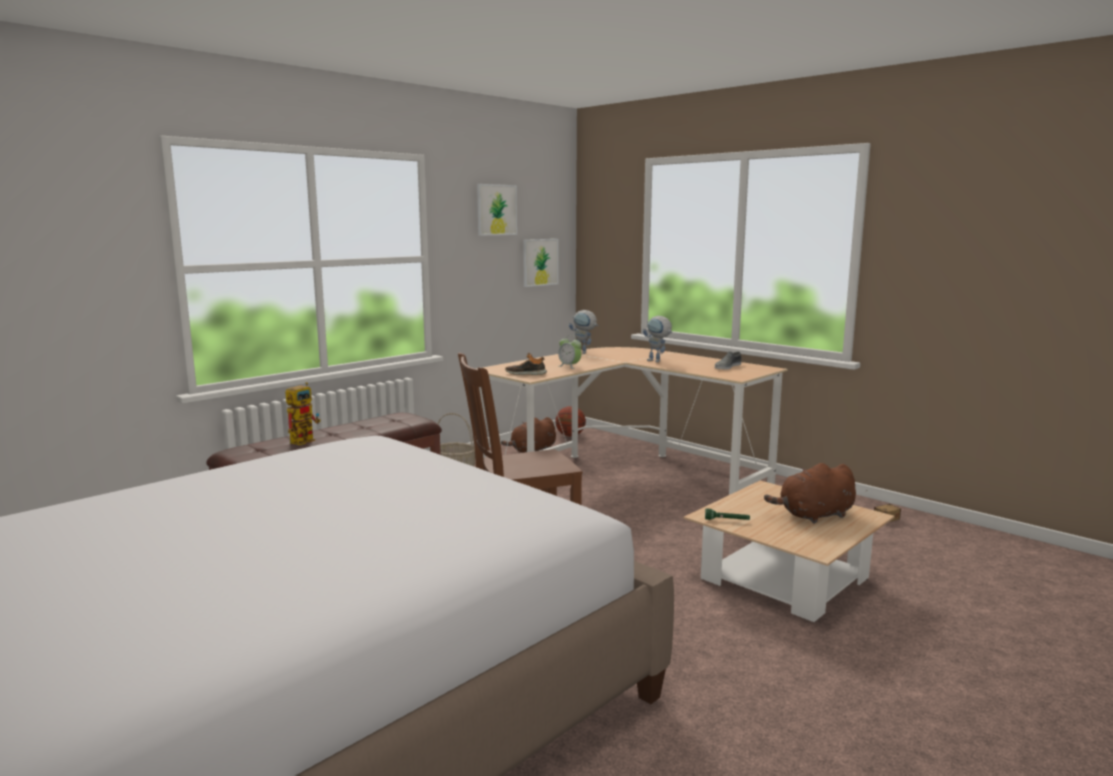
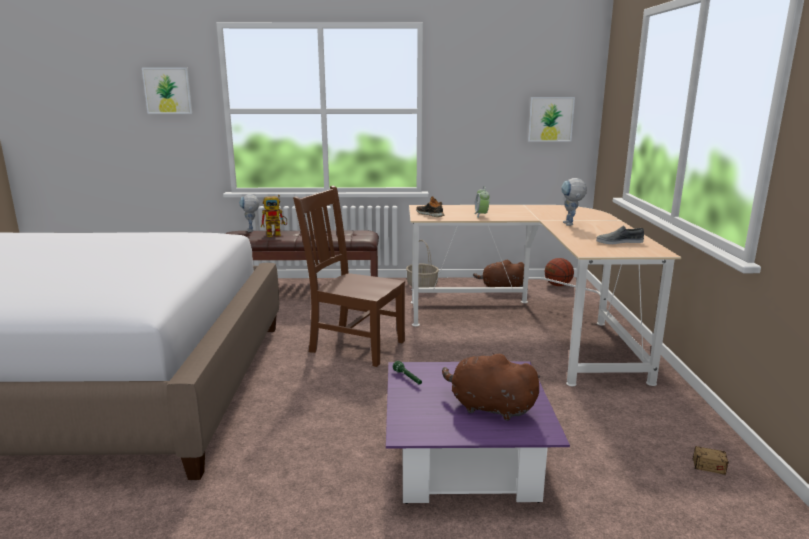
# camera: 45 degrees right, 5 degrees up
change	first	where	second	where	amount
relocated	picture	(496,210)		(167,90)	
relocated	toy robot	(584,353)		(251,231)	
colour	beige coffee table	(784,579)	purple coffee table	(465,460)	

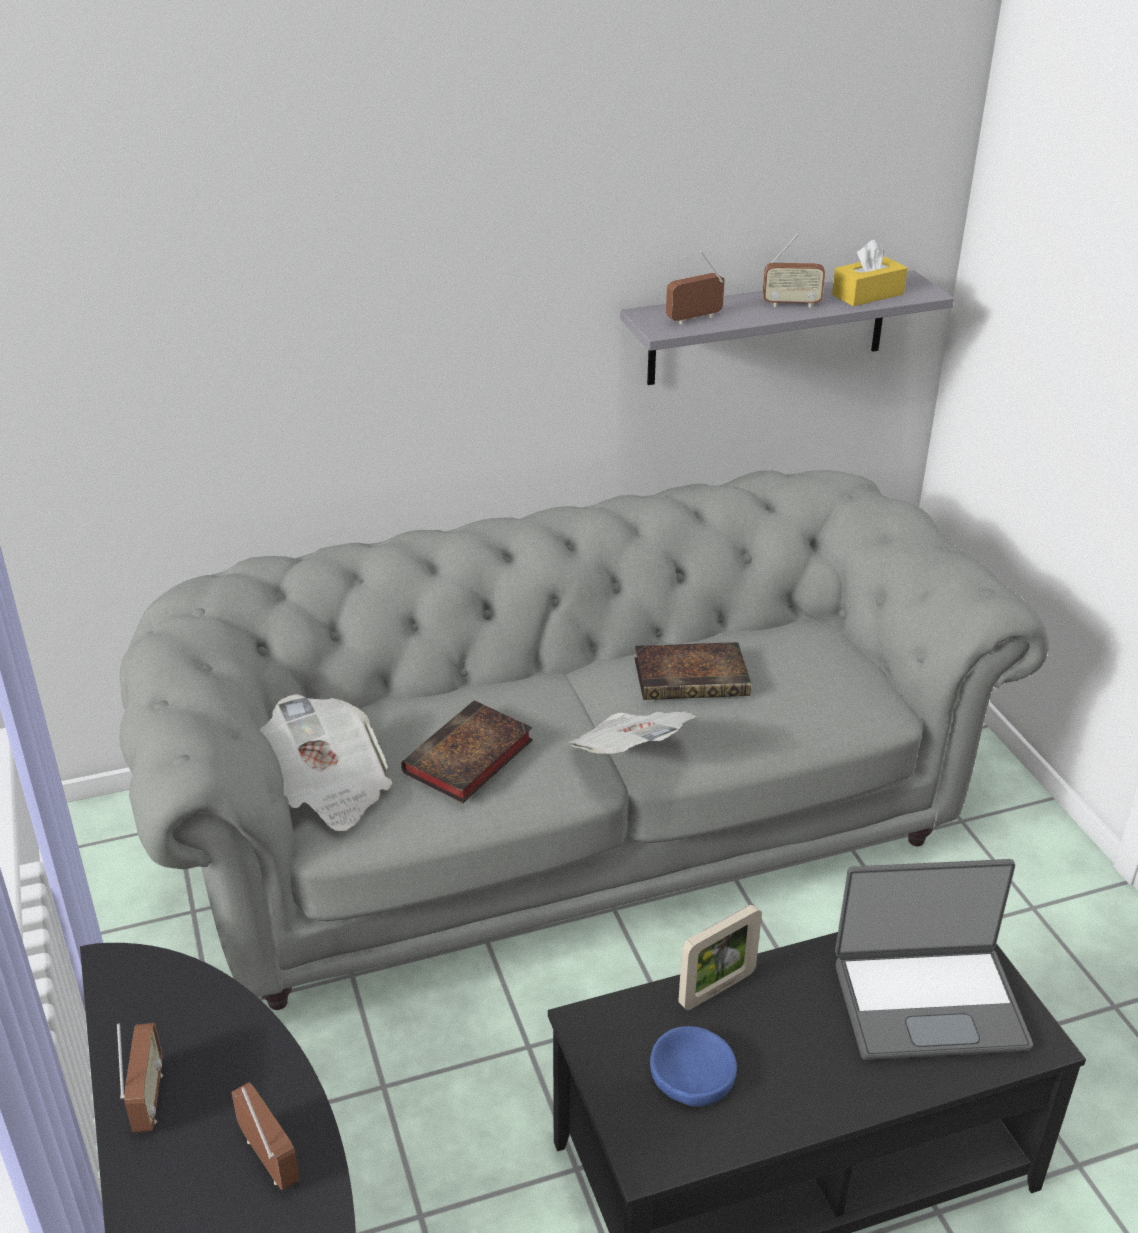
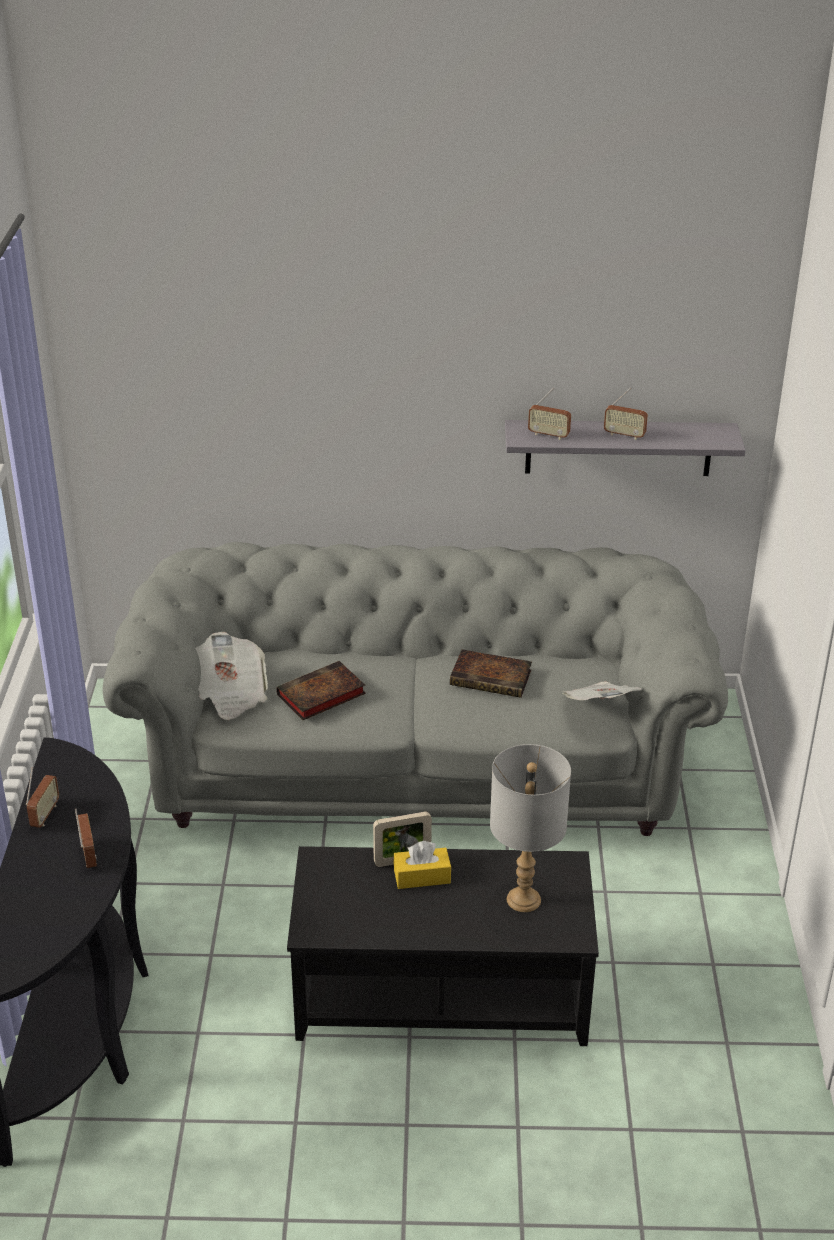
# camera: 20 degrees right, 0 degrees up
change	first	where	second	where	amount
relocated	newspaper	(629,755)		(600,708)	
missing	blue bowl	(692,1075)			
spun	radio	(694,319)		(548,435)	150 degrees counterclockwise
relocated	yellow tissue box	(867,294)		(422,876)	
exchanged	laptop	(928,1002)	grey table lamp	(524,899)	

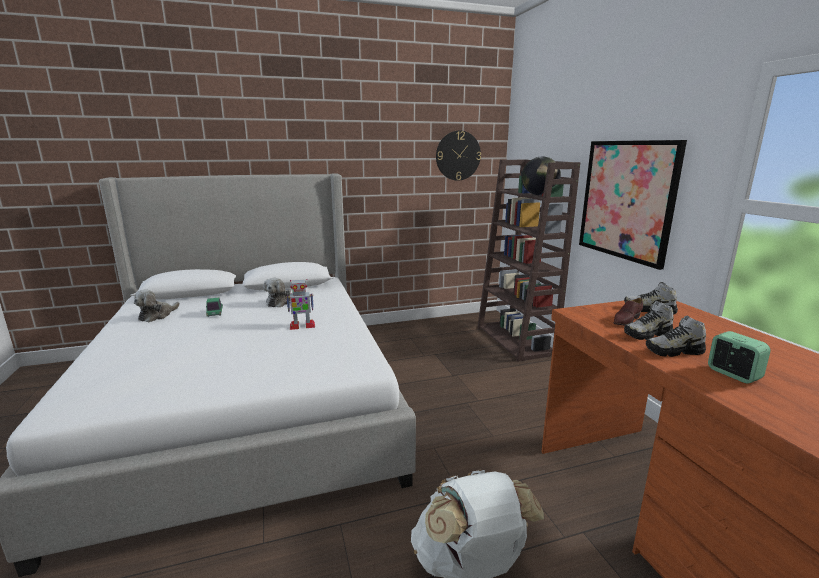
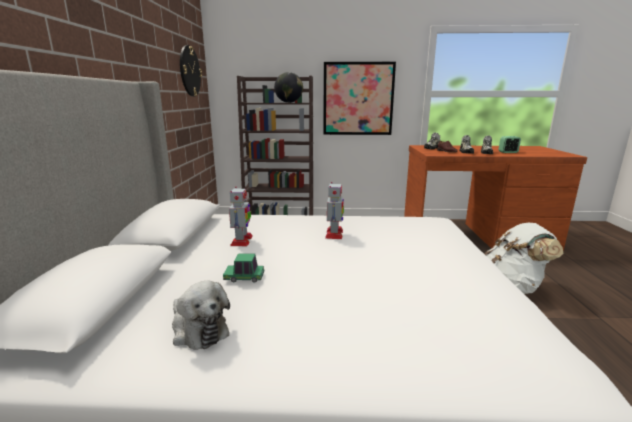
# camera: 70 degrees left, 0 degrees up
change	first	where	second	where	amount
exchanged	plush toy	(279,302)	toy robot	(241,241)	

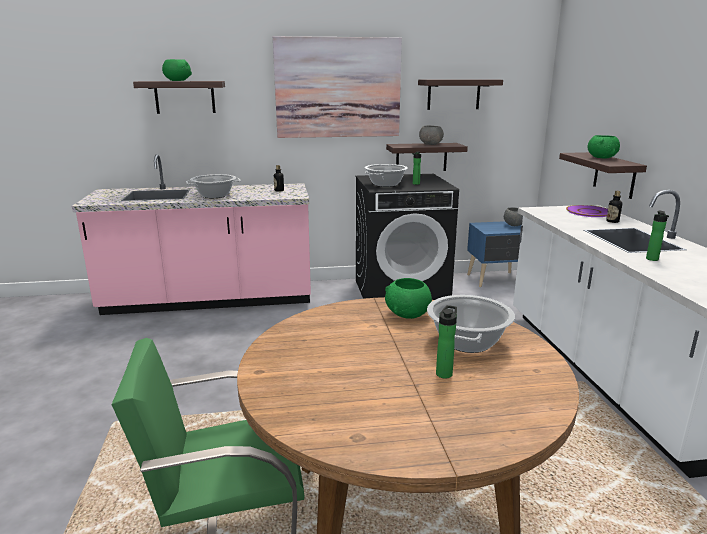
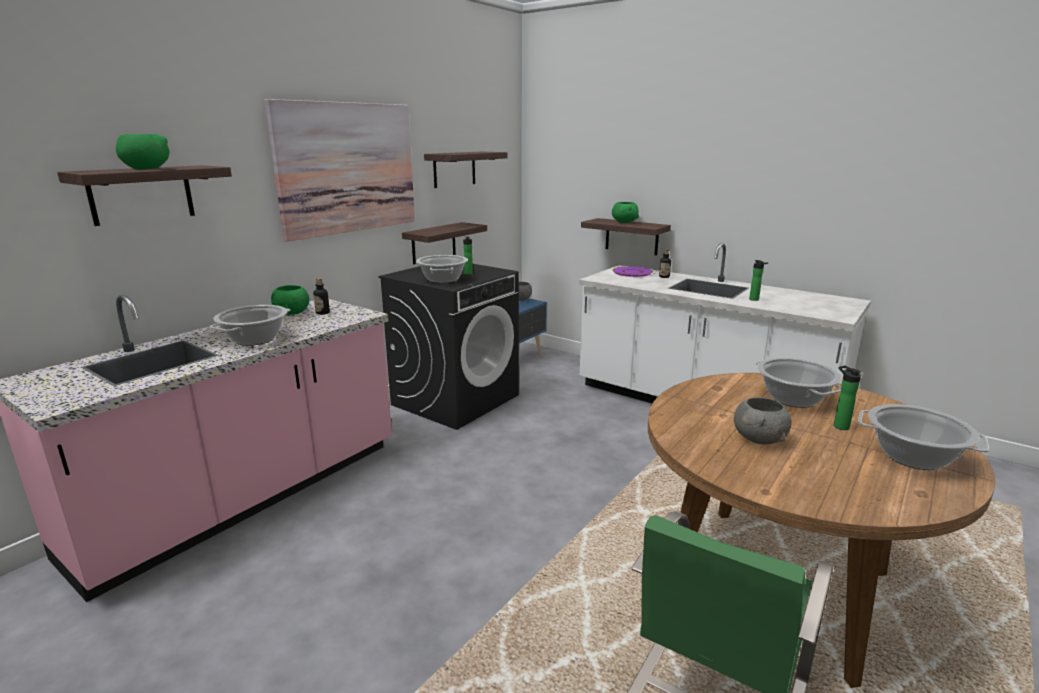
# camera: 45 degrees left, 0 degrees up
change	first	where	second	where	amount
relocated	green bowl	(408,314)		(292,313)	
relocated	grey bowl	(431,144)		(759,439)	
appeared			cooking pot	(912,457)	

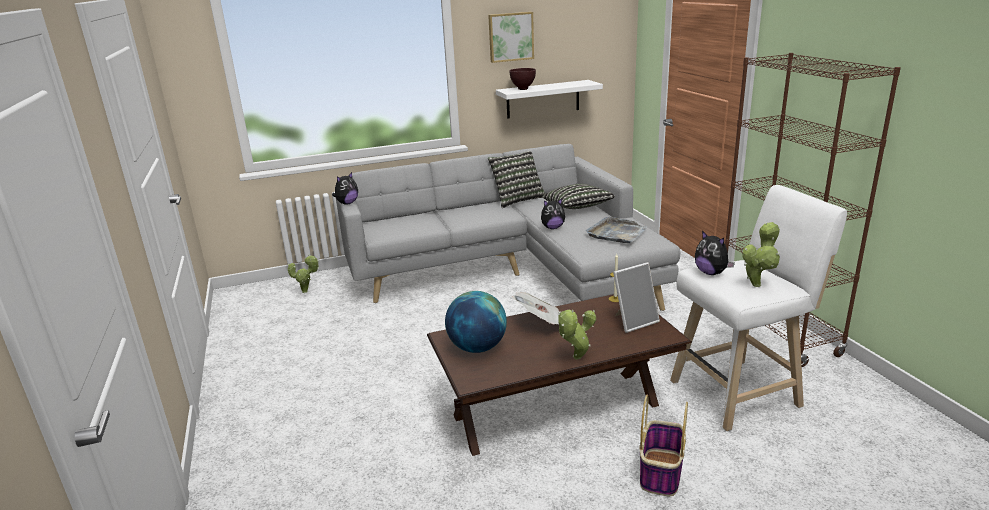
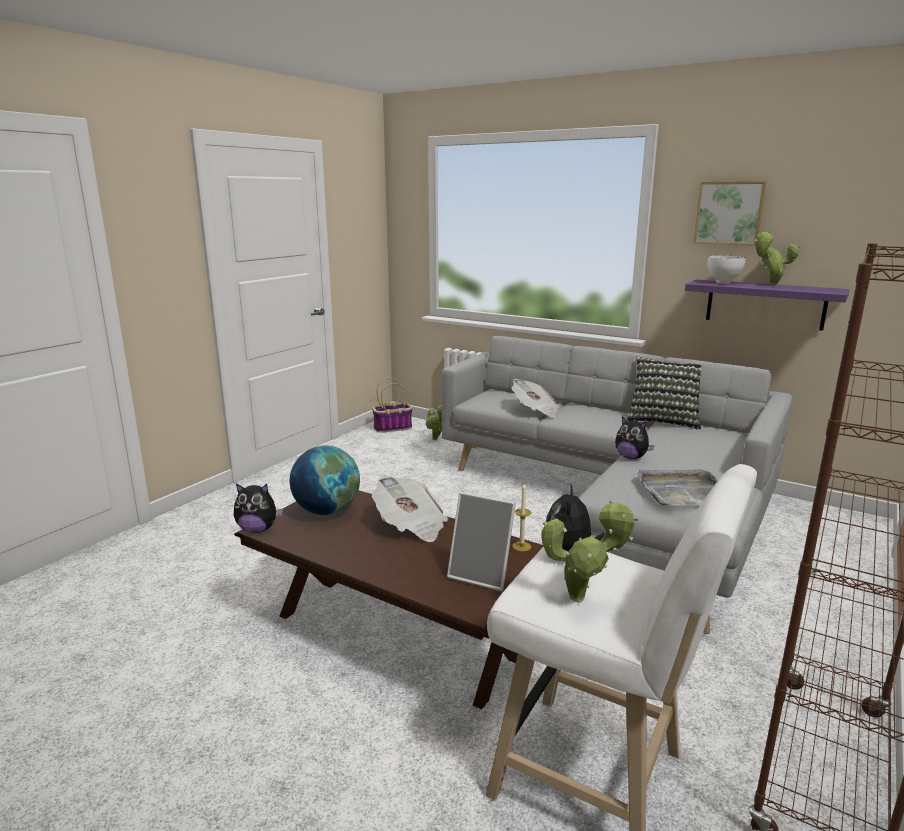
# camera: 50 degrees right, 5 degrees down
change	first	where	second	where	amount
relocated	plush toy	(347,203)		(258,529)	
colour	white shelf	(543,99)	purple shelf	(765,304)	
colour	brown bowl	(523,89)	white bowl	(722,283)	
missing	pillow	(578,208)			
relocated	potted plant	(575,359)		(770,285)	
relocated	basket	(660,471)		(393,427)	
appeared			newspaper	(535,411)	

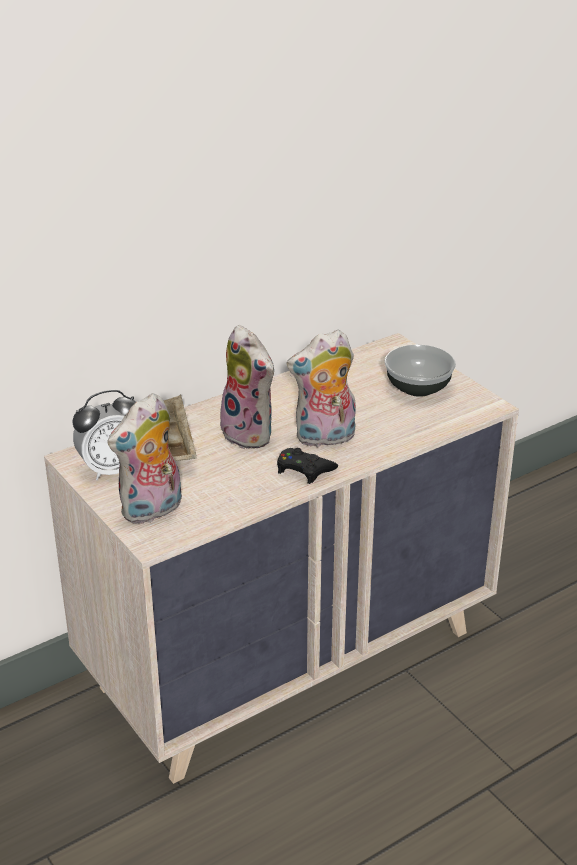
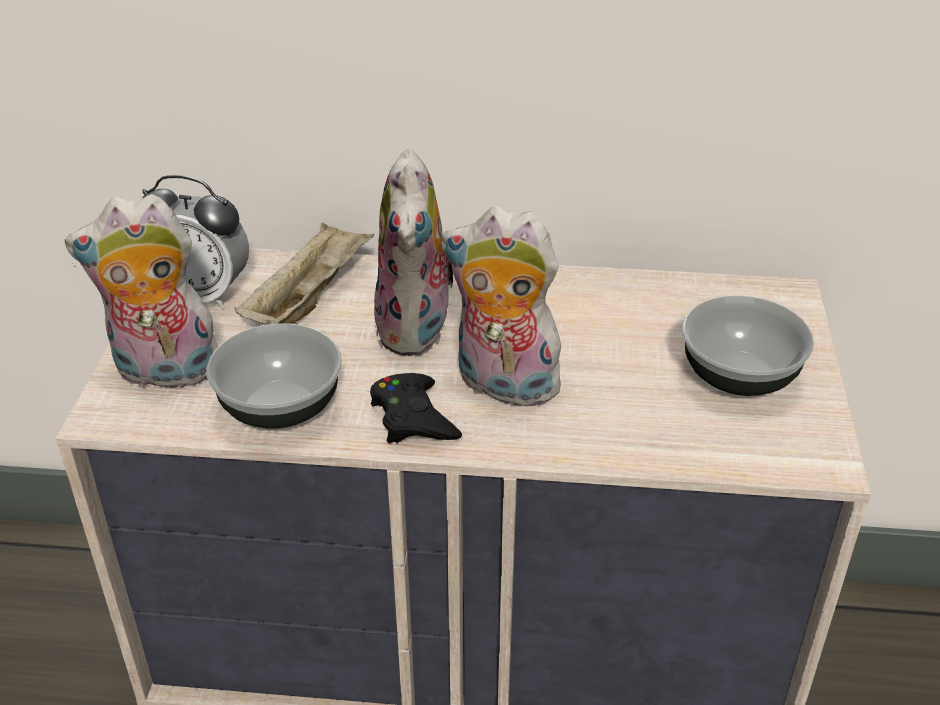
# camera: 40 degrees right, 5 degrees up
change	first	where	second	where	amount
appeared			bowl	(279,406)	

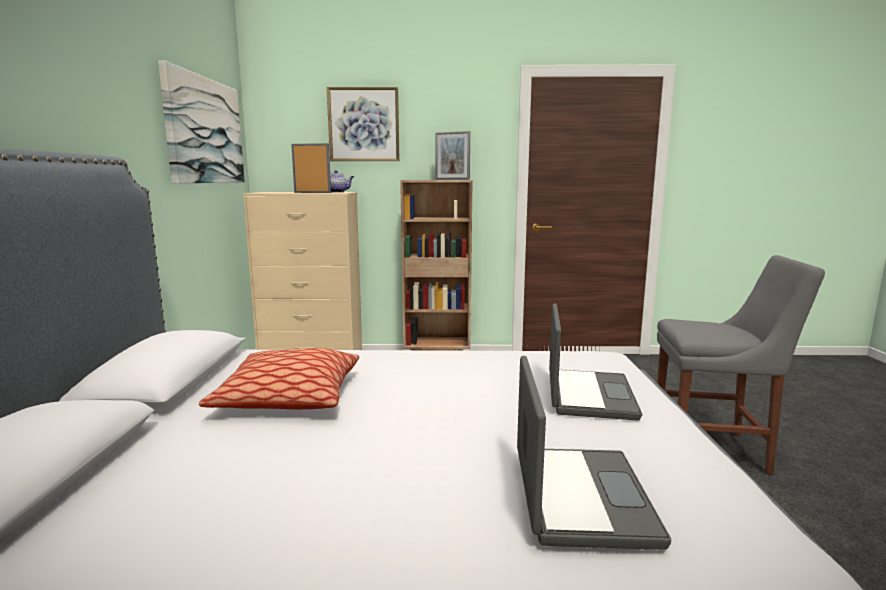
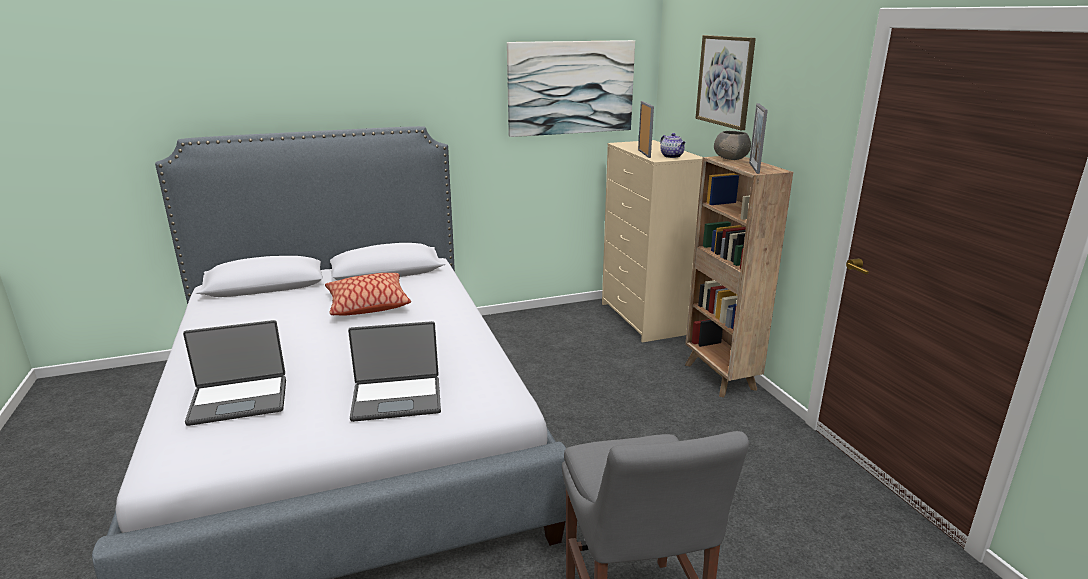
# camera: 70 degrees right, 10 degrees up
change	first	where	second	where	amount
appeared			grey bowl	(731,159)	

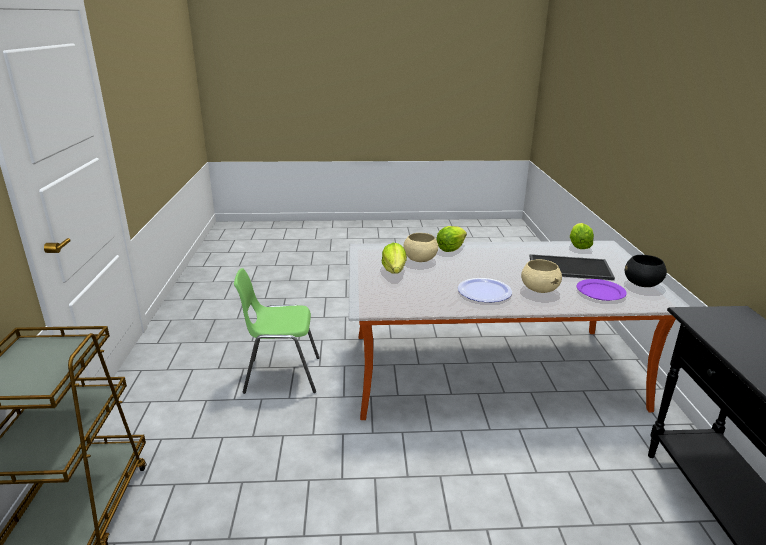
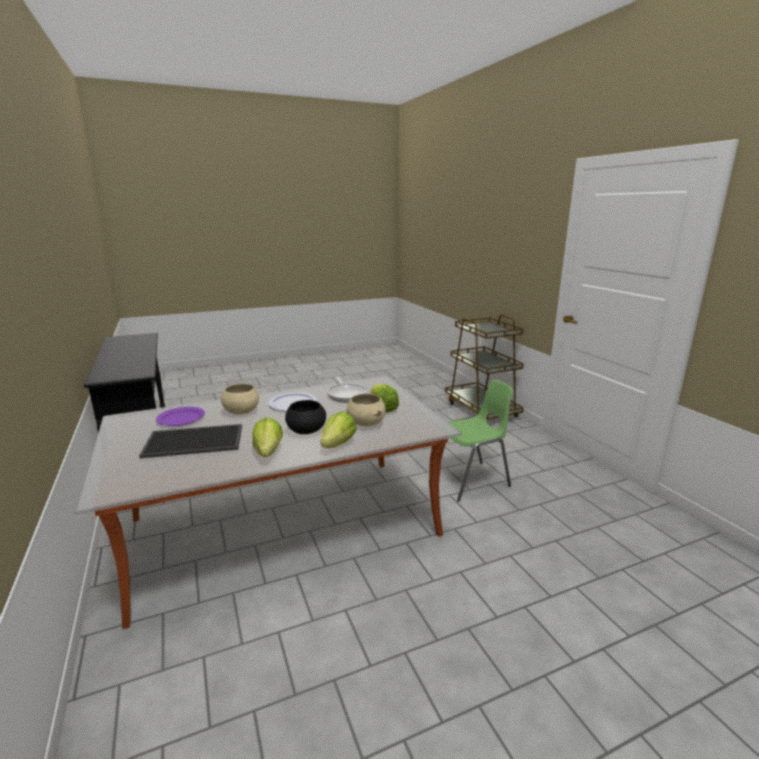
# camera: 160 degrees right, 5 degrees down
change	first	where	second	where	amount
relocated	lettuce	(579,245)		(268,452)	
relocated	black bowl	(642,284)		(306,431)	
appeared			frying pan	(346,394)	

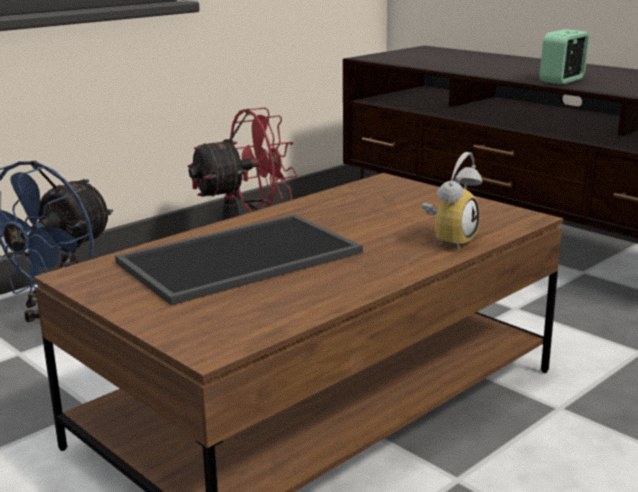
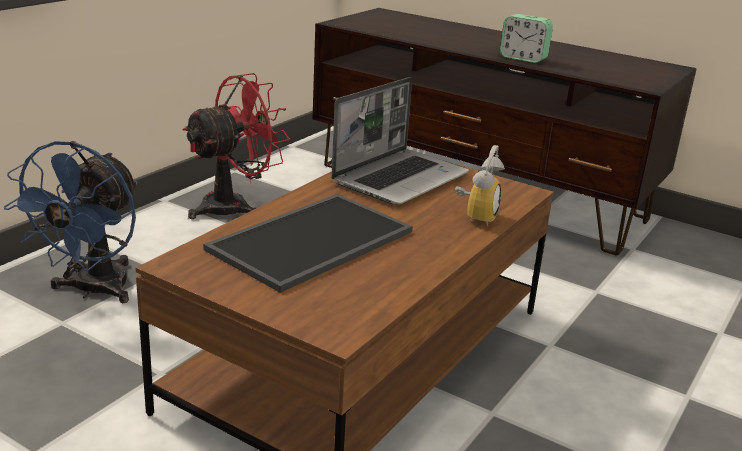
# camera: 15 degrees left, 5 degrees up
change	first	where	second	where	amount
spun	alarm clock	(562,80)		(523,58)	90 degrees counterclockwise
appeared			laptop	(400,178)	

